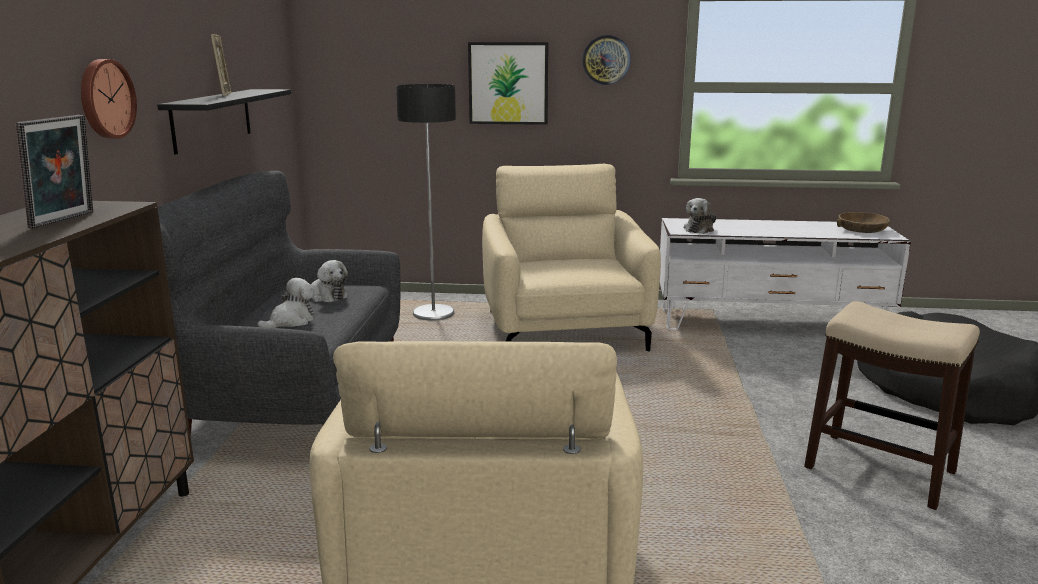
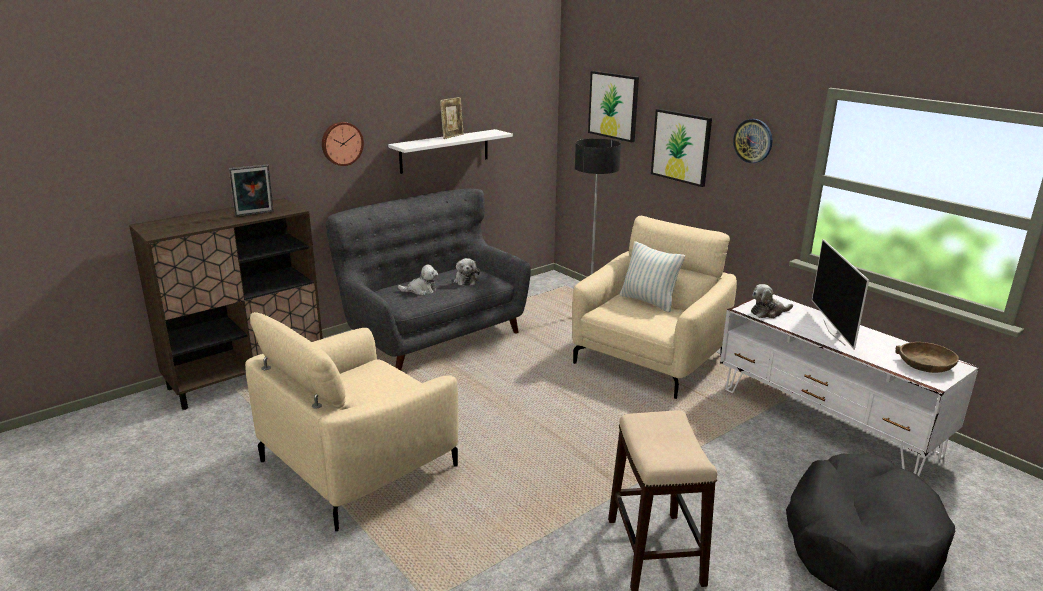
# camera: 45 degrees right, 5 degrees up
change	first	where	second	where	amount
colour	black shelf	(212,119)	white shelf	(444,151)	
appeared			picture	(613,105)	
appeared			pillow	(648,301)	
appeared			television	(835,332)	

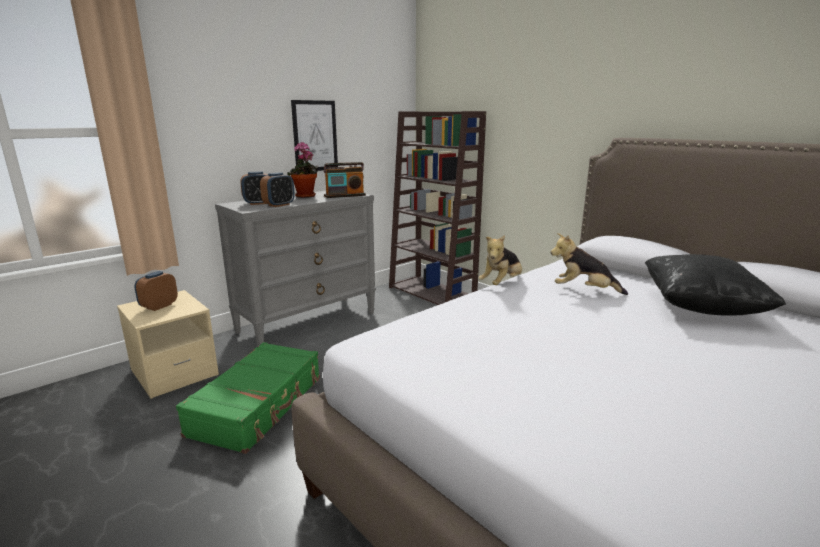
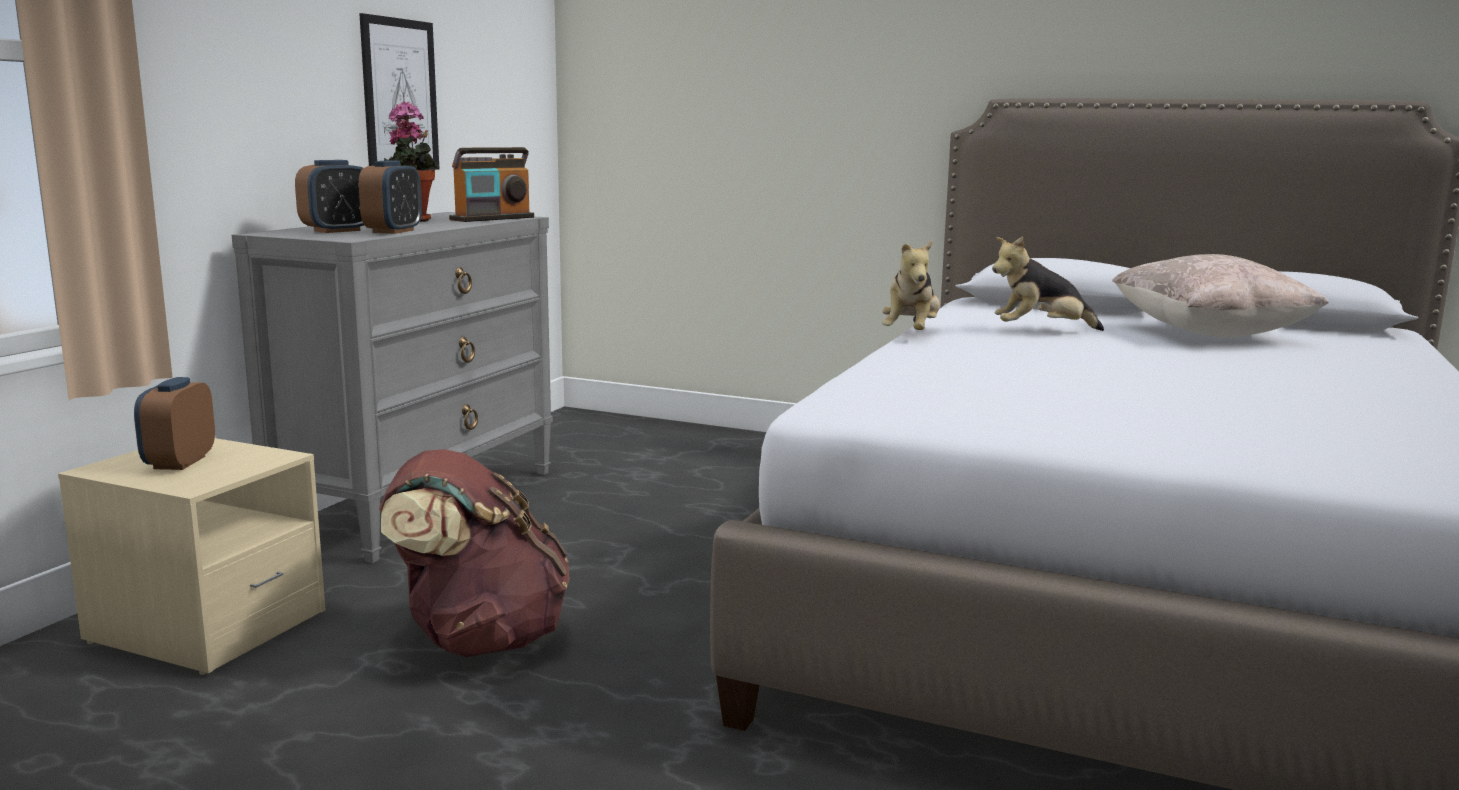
# camera: 25 degrees left, 5 degrees down
change	first	where	second	where	amount
exchanged	green suitcase	(259,405)	brown backpack	(479,639)	
missing	brown bookcase	(432,293)			
colour	black pillow	(700,308)	beige pillow	(1208,334)	

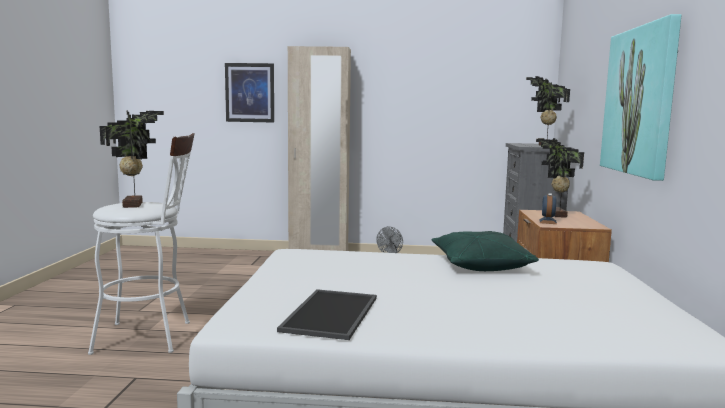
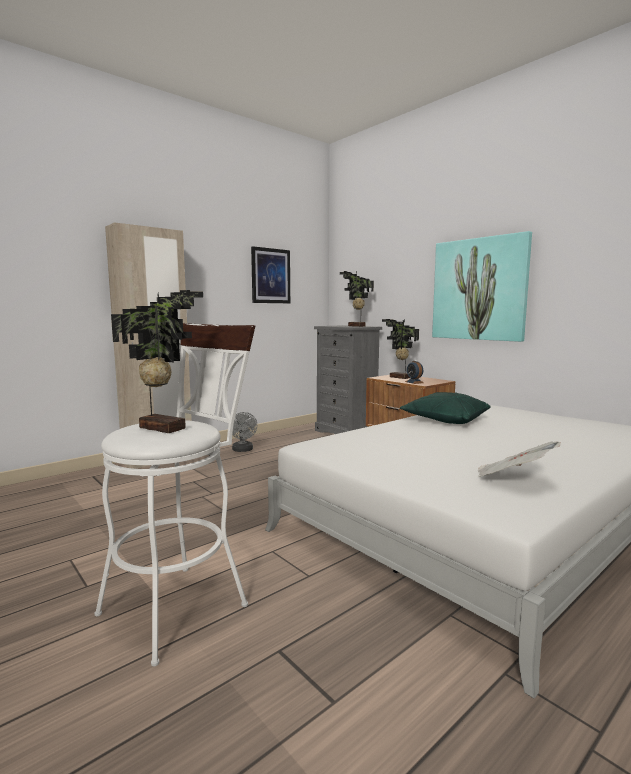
# camera: 45 degrees left, 0 degrees up
change	first	where	second	where	amount
relocated	picture	(250,92)		(270,276)	
exchanged	tray	(329,313)	newspaper	(512,479)	

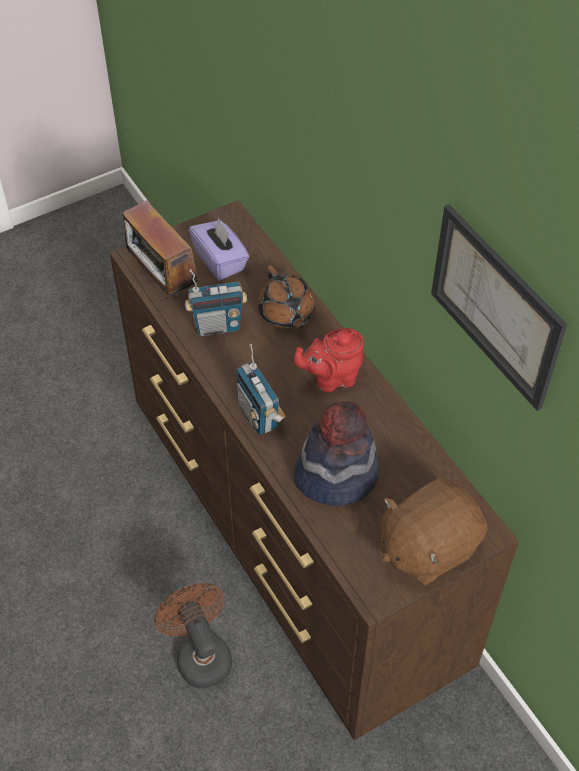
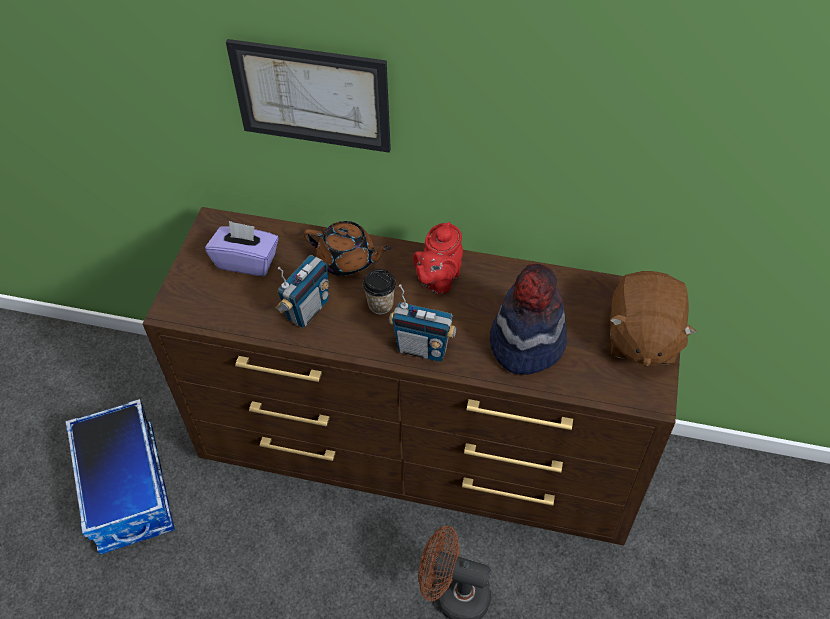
# camera: 45 degrees left, 0 degrees up
change	first	where	second	where	amount
missing	radio	(163,283)			
relocated	picture	(496,306)		(312,95)	
appeared			storage box	(129,489)	
appeared			cup	(380,305)	

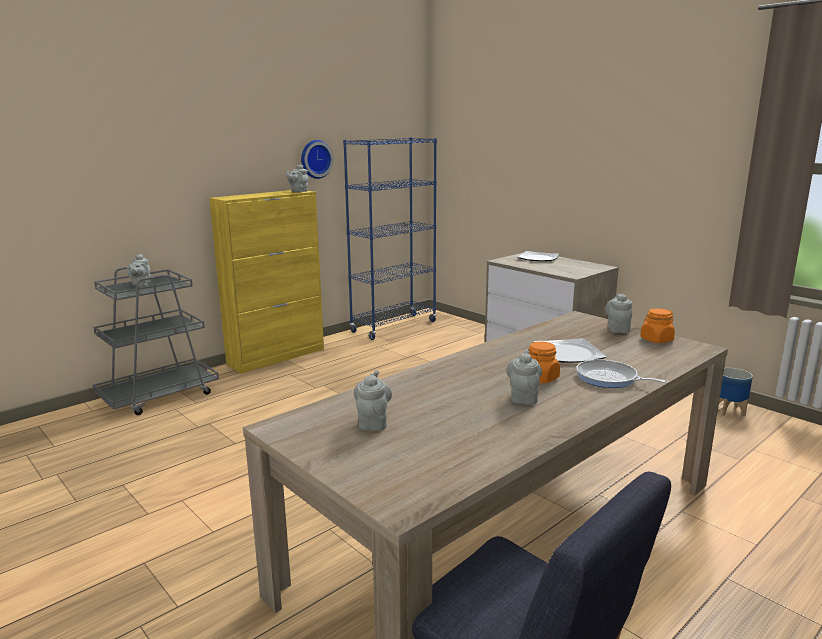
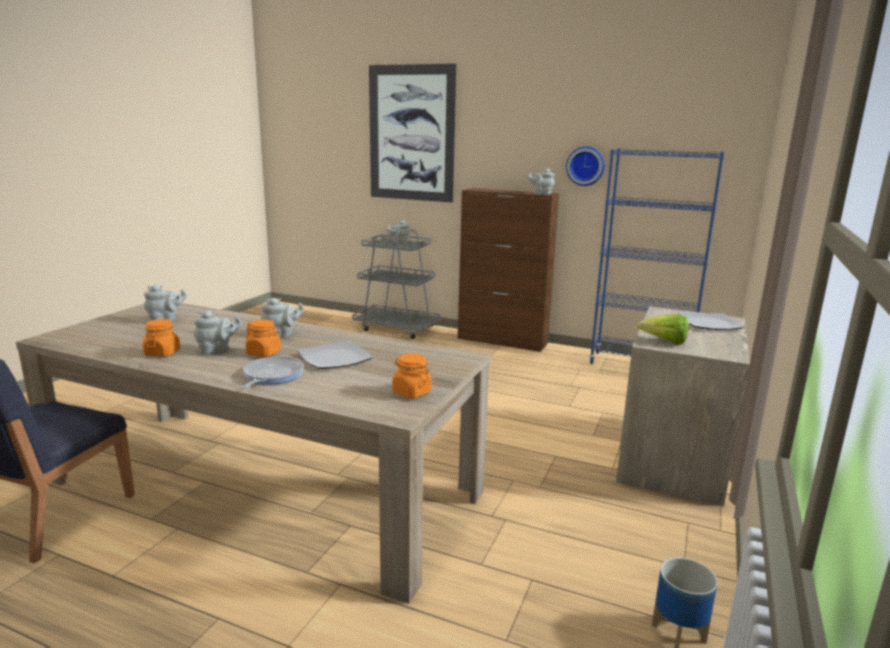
# camera: 65 degrees right, 0 degrees up
change	first	where	second	where	amount
colour	yellow cabinet	(277,357)	brown cabinet	(502,341)	
relocated	grey teapot	(617,329)		(281,335)	
appeared			orange jar	(162,353)	
appeared			picture	(411,134)	
appeared			lettuce	(665,342)	

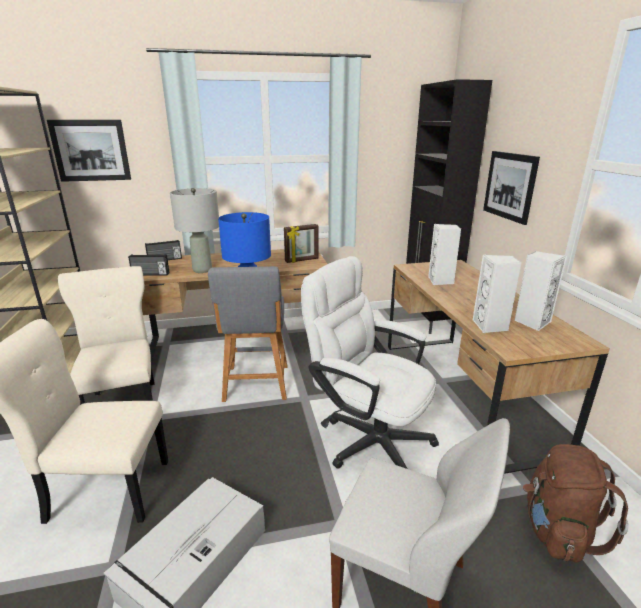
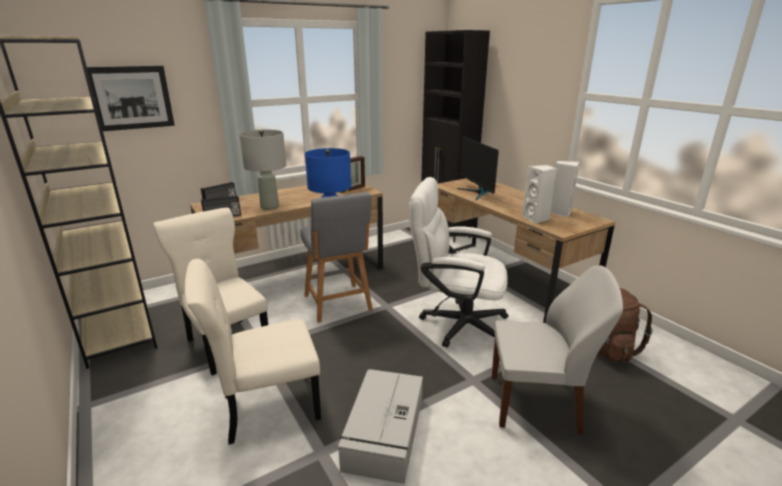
# camera: 20 degrees left, 0 degrees up
change	first	where	second	where	amount
exchanged	white speaker	(441,281)	monitor	(477,193)	
missing	picture	(509,186)			

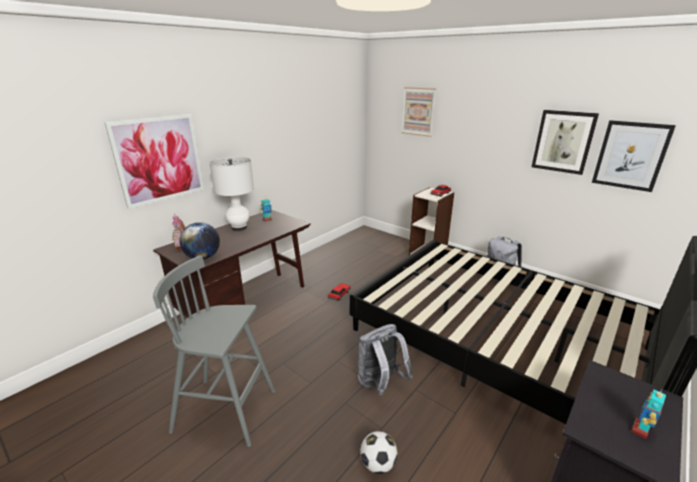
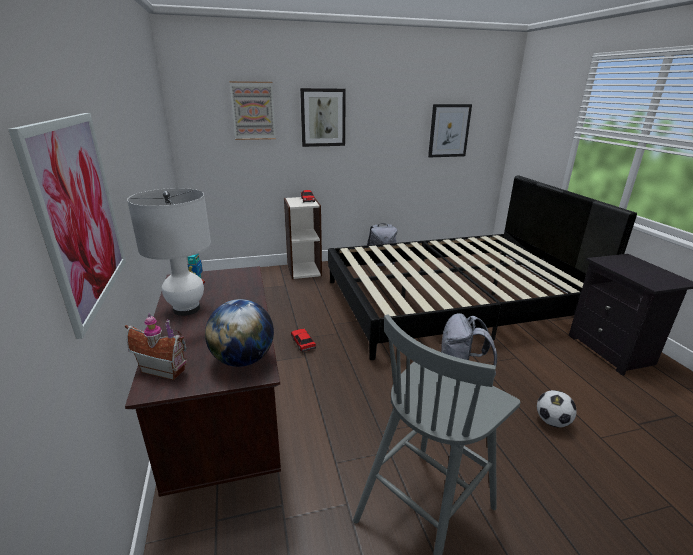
# camera: 55 degrees left, 0 degrees up
change	first	where	second	where	amount
relocated	picture	(563,141)		(323,117)	
missing	toy robot	(641,430)			

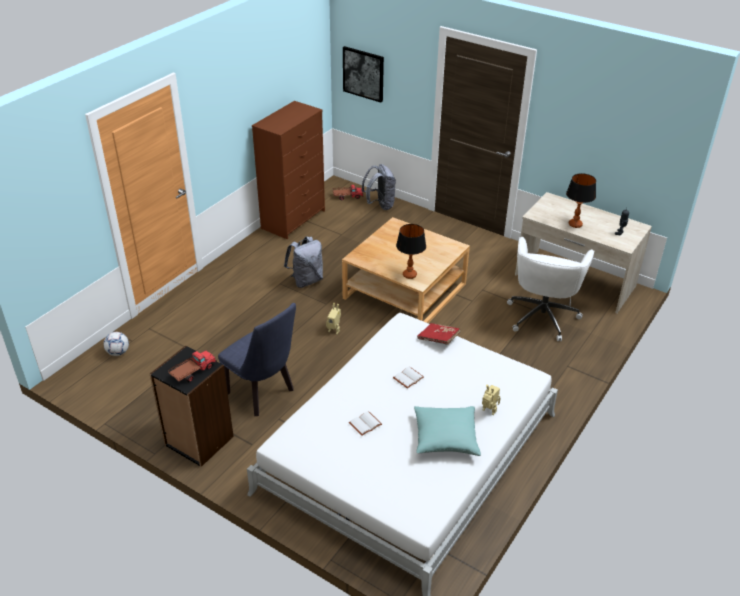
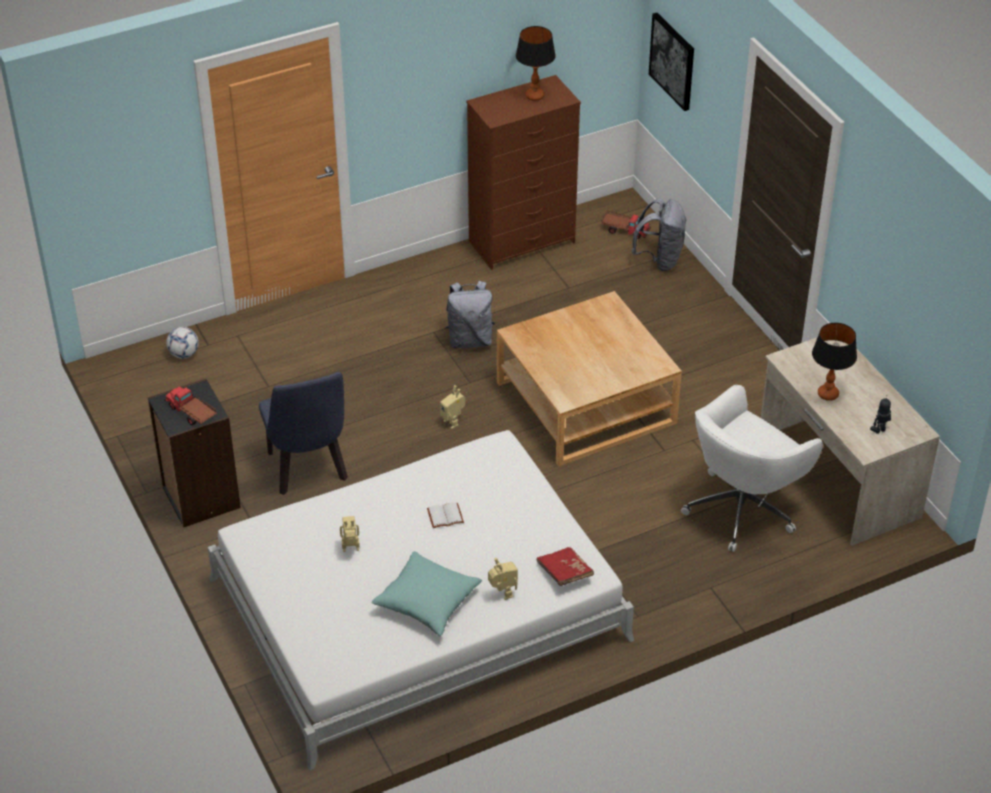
# camera: 30 degrees right, 5 degrees up
change	first	where	second	where	amount
spun	toy truck	(192,371)		(191,413)	120 degrees counterclockwise
exchanged	white book	(365,425)	toy robot	(351,550)	
relocated	table lamp	(409,275)		(534,96)	
relocated	red book	(438,339)		(564,573)	

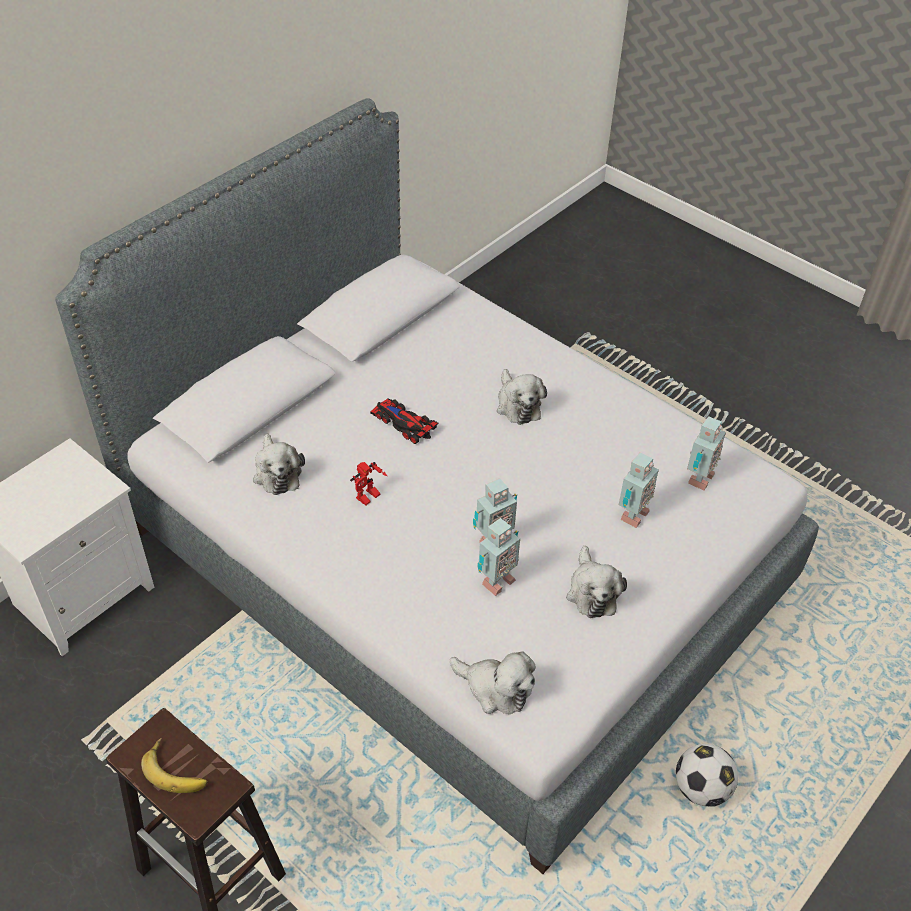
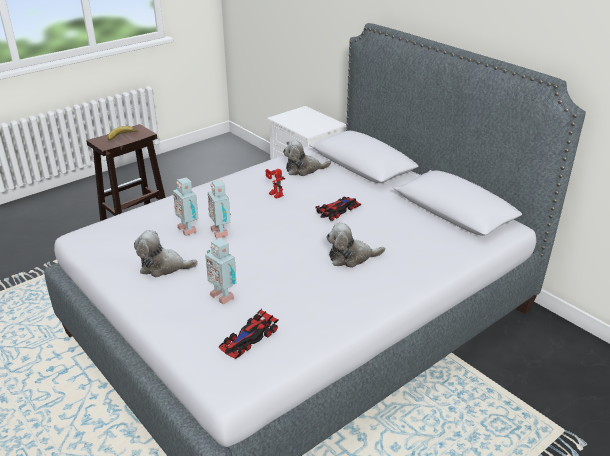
# camera: 100 degrees right, 15 degrees down
change	first	where	second	where	amount
missing	plush toy	(495,689)			
missing	football	(701,789)			
exchanged	toy robot	(698,478)	toy car	(249,338)	

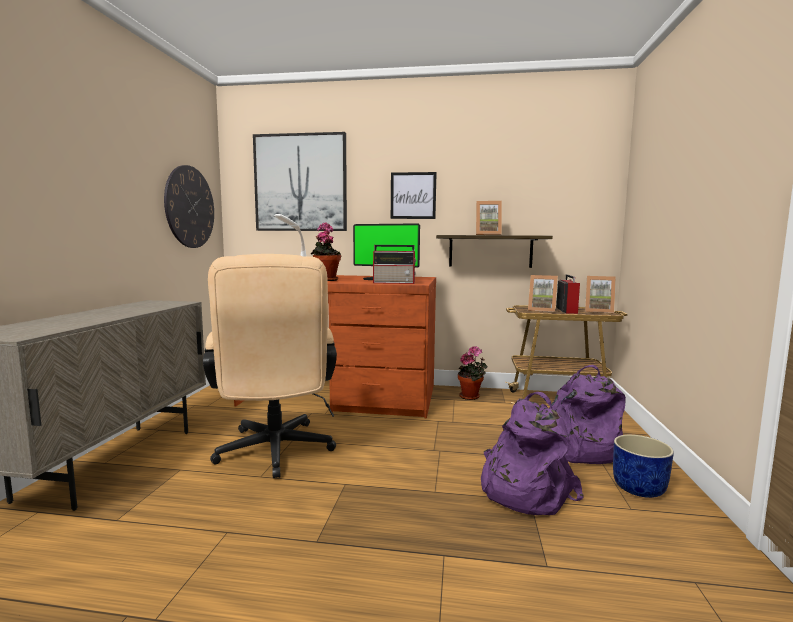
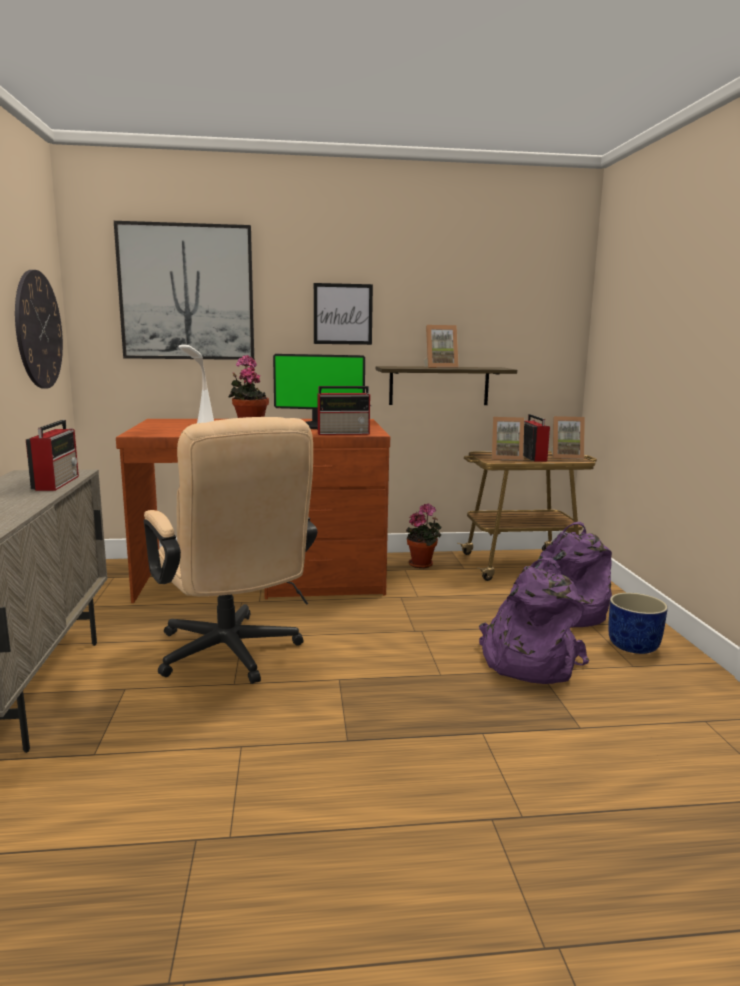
# camera: 15 degrees left, 5 degrees up
change	first	where	second	where	amount
appeared			radio	(57,482)	

